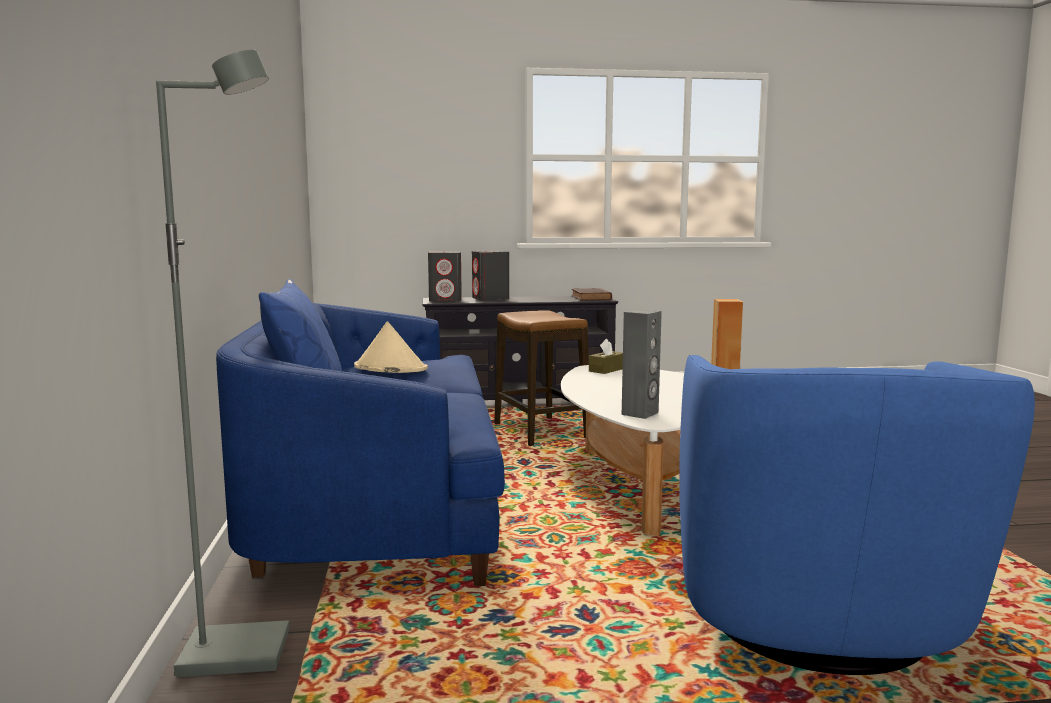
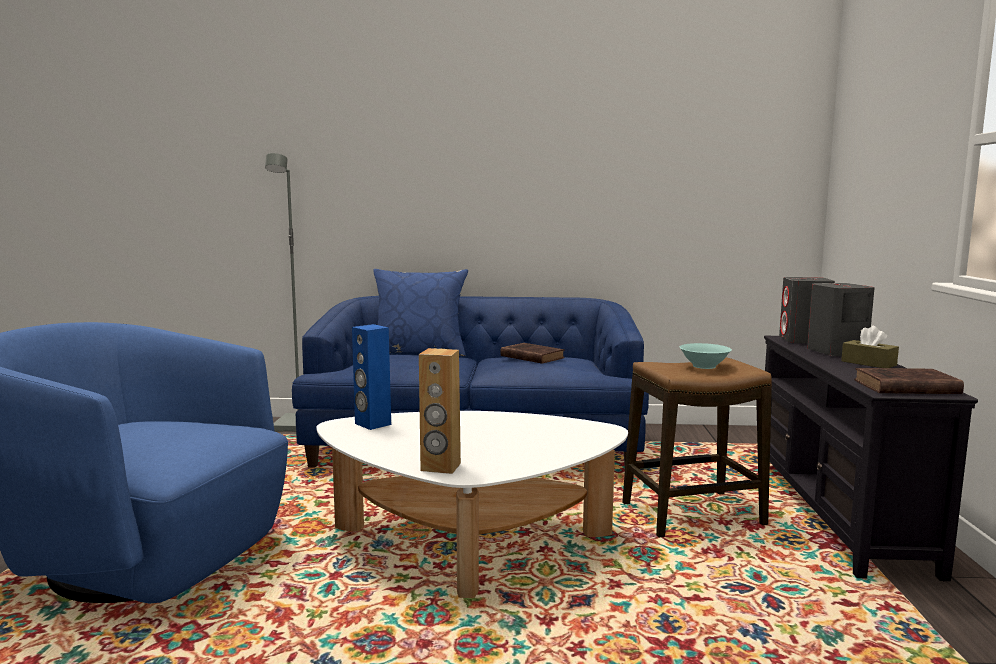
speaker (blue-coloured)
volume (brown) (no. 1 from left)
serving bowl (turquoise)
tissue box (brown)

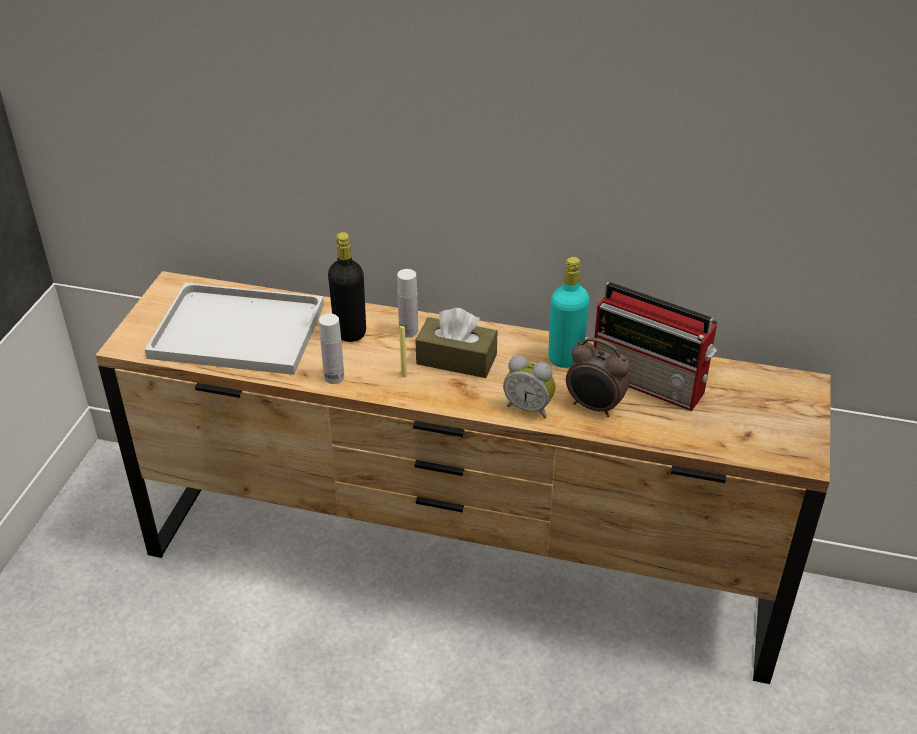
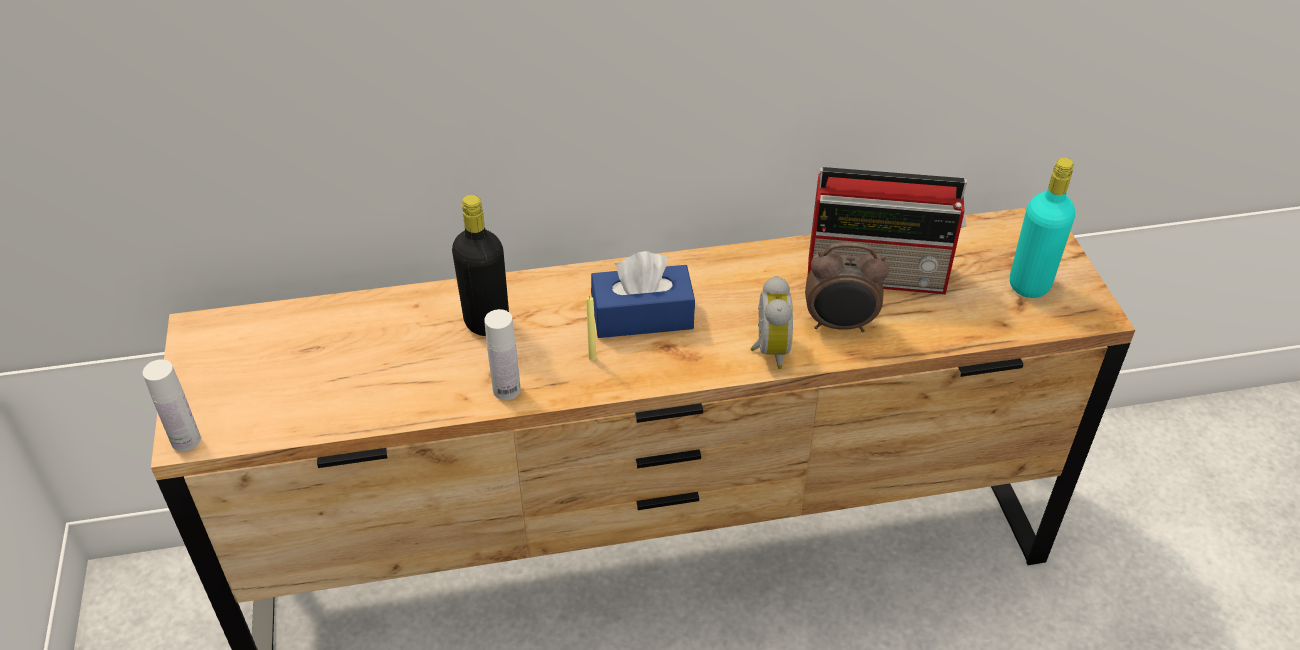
beverage bottle (whitish) (no. 1 from left)
tissue box (blue-coloured)
table clock (no. 1 from left)
beverage bottle (turquoise)
serving tray (whitish)

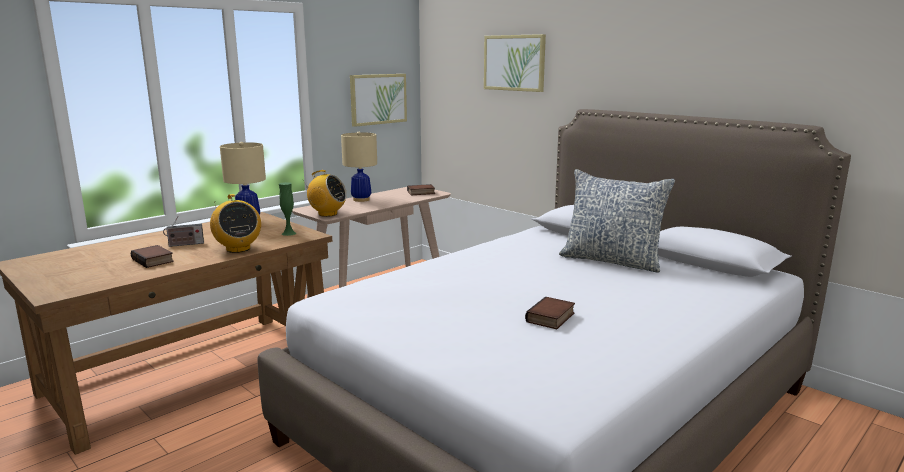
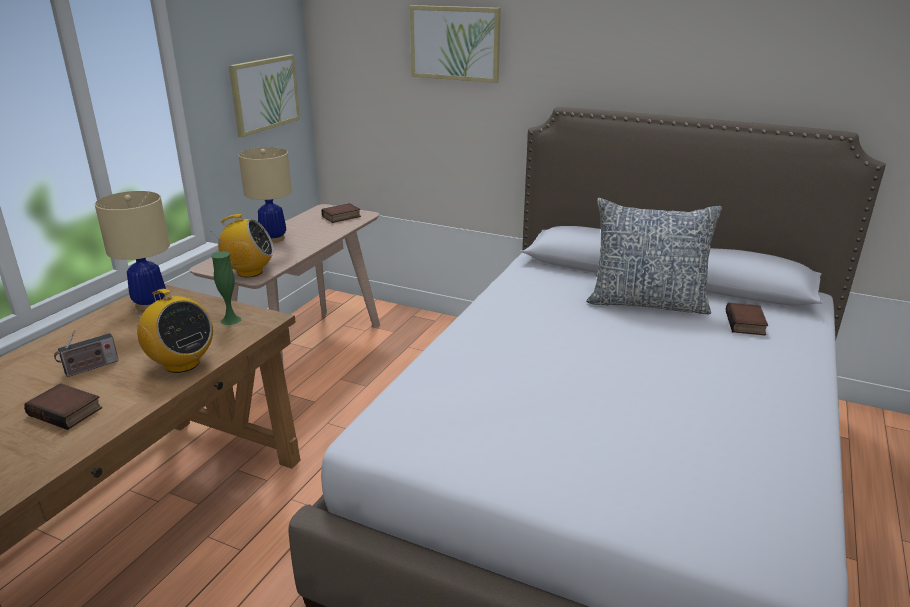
volume (no. 3 from left)

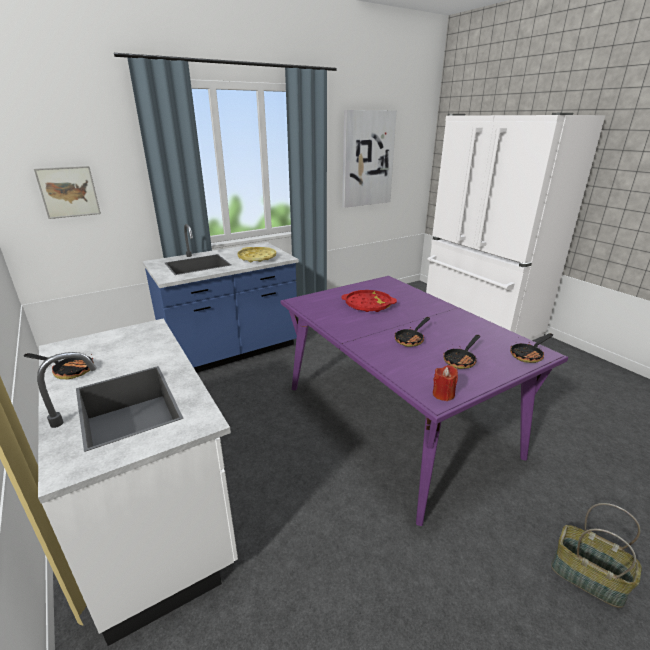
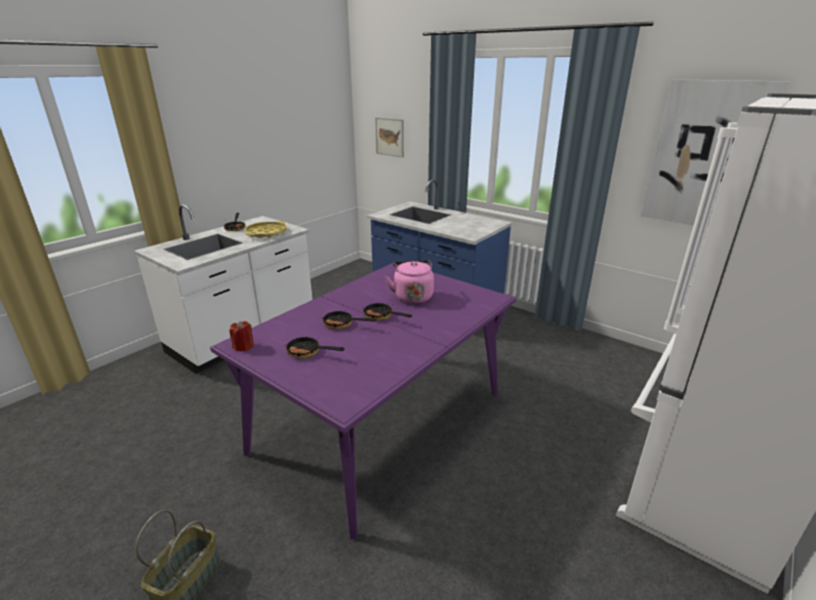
serving tray (yellow)
skillet (no. 4 from left)
kettle (pinkish)

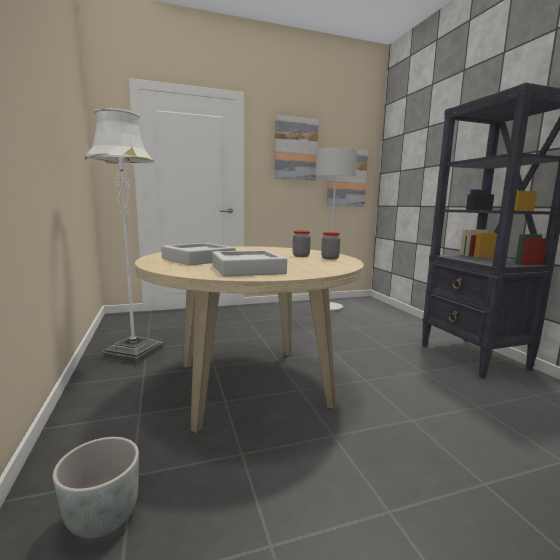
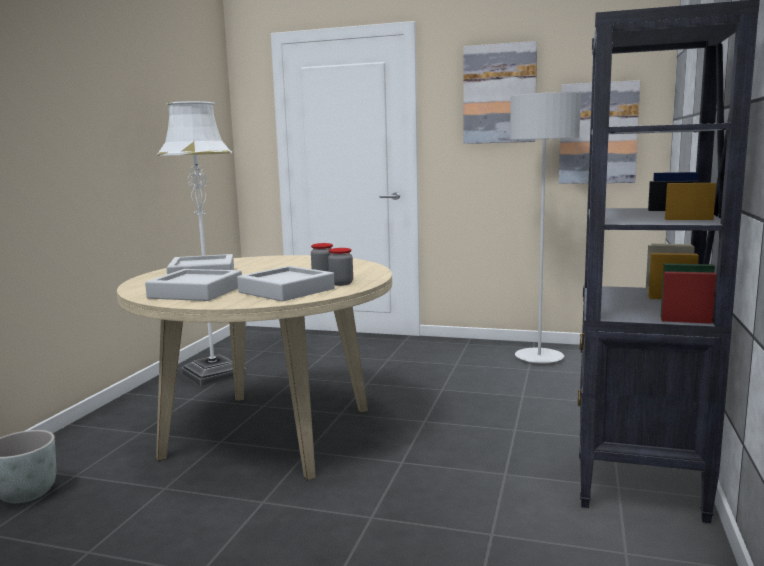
serving tray (grey) (no. 3 from left)

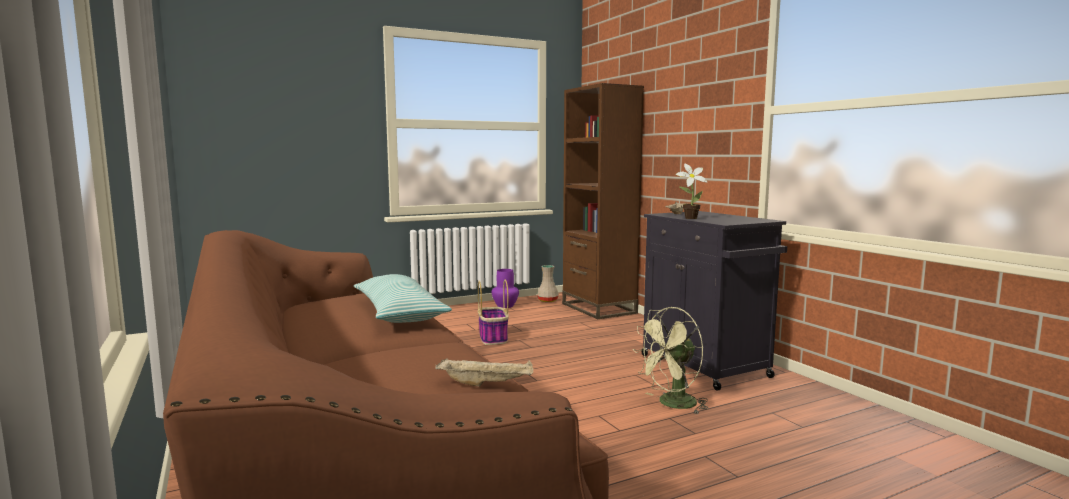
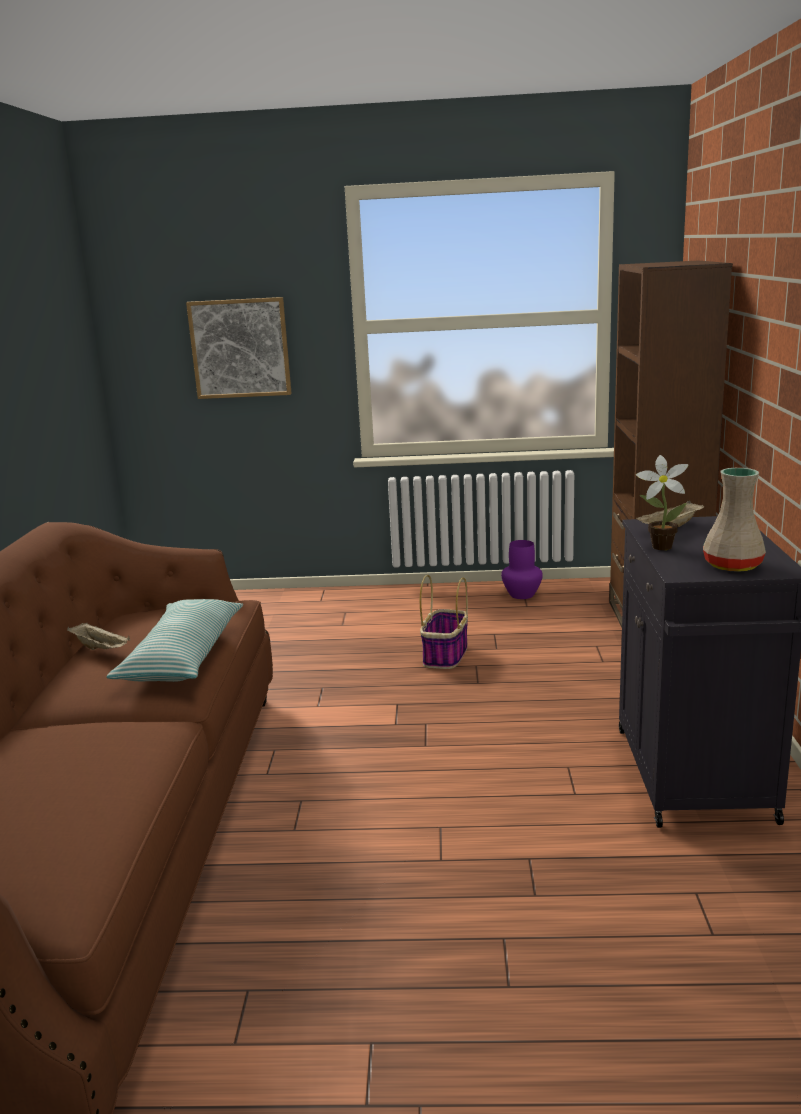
serving tray (sand-coloured) (no. 1 from left)
picture
flower vase (sand-coloured)
cooling fan (green)

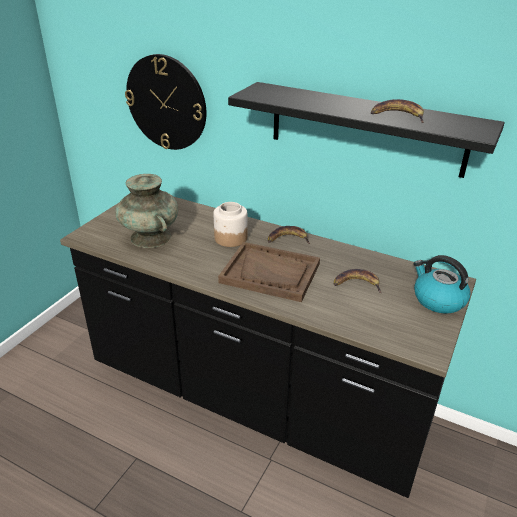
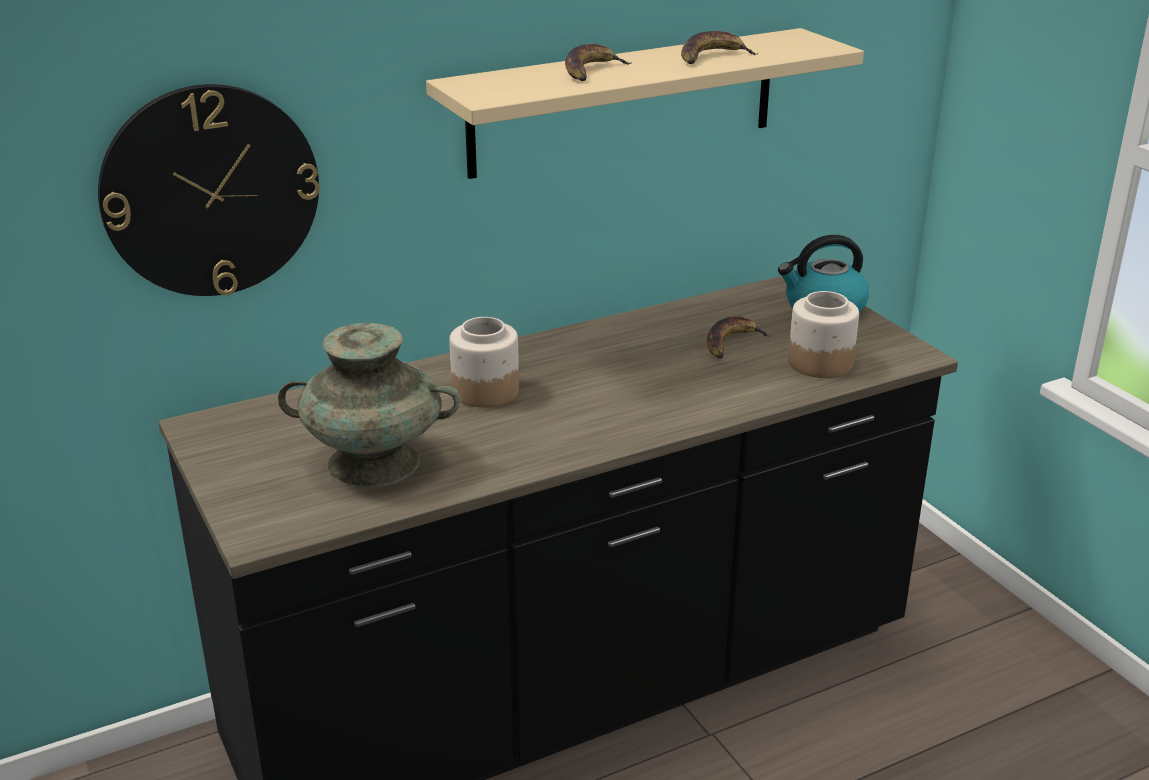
bracket shelf (sand-coloured)
whole banana (no. 1 from left)
storage jar (no. 2 from left)
serving tray (brown)

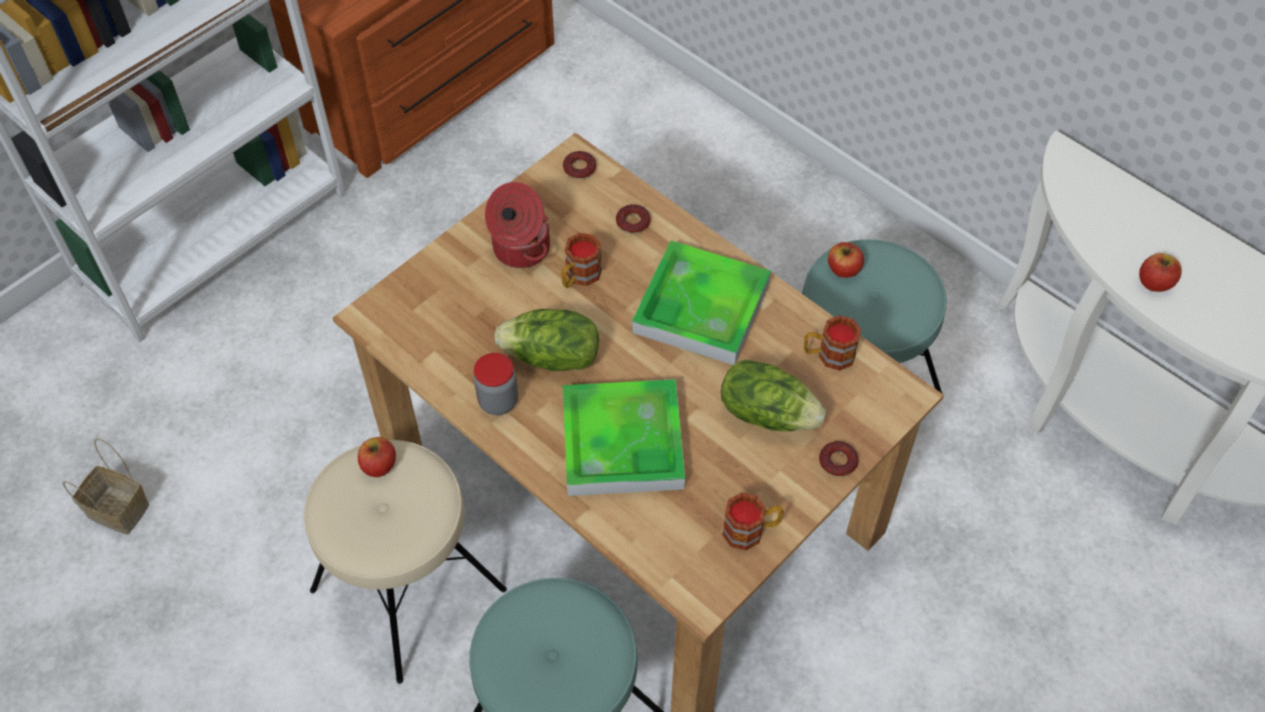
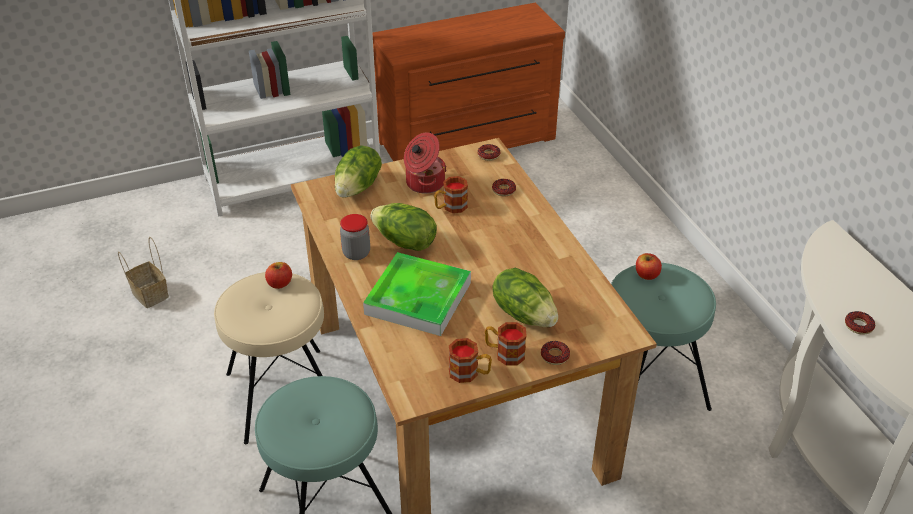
head of lettuce (no. 1 from left)
coffee mug (no. 3 from left)
ring doughnut (no. 4 from left)
serving tray (no. 2 from left in the first image)

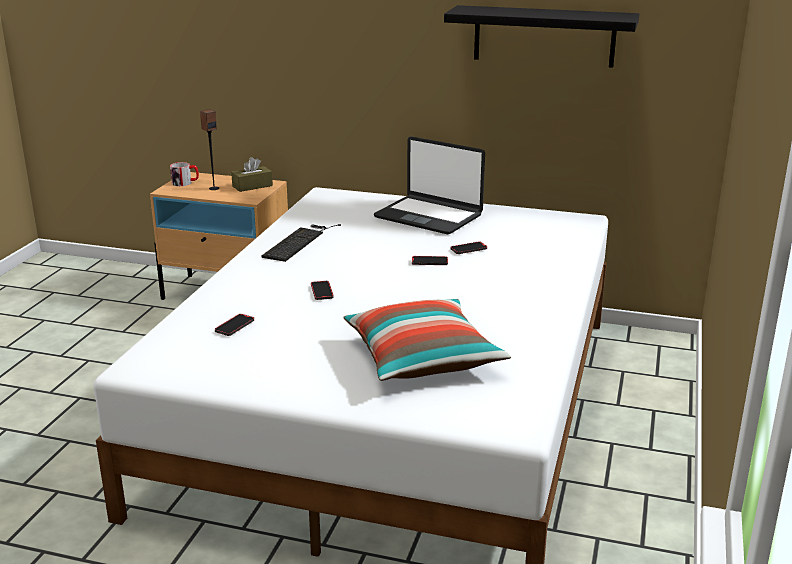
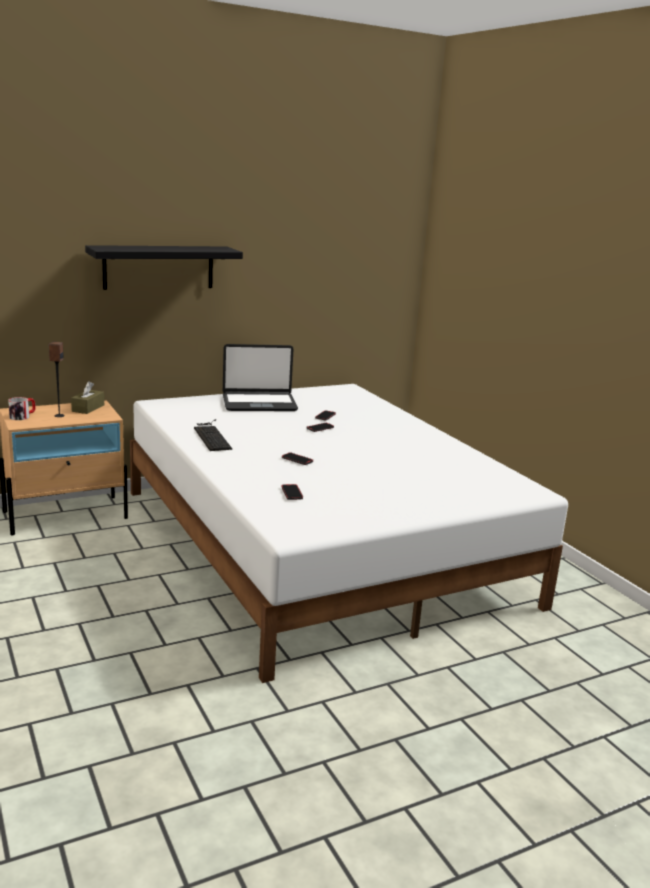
bracket shelf (blackish)
throw pillow

